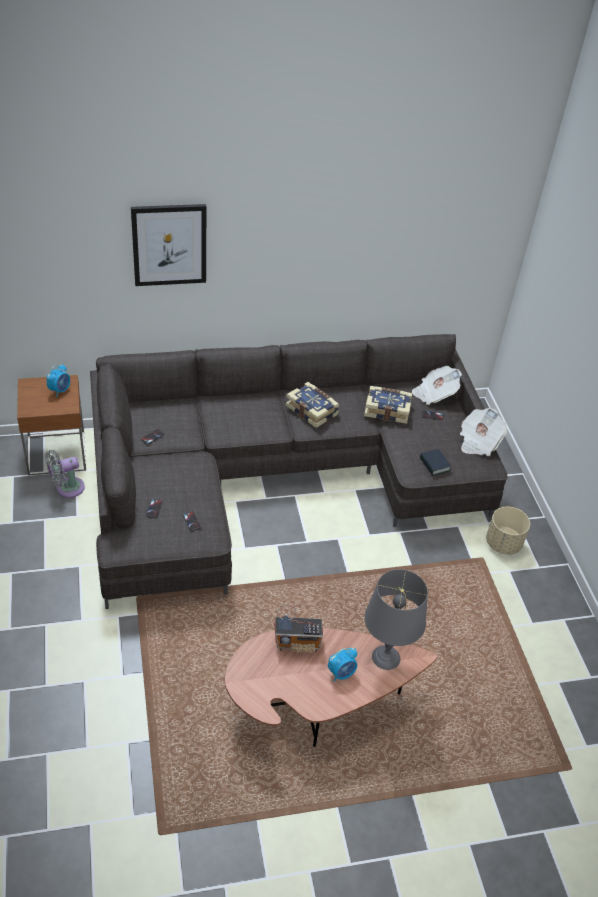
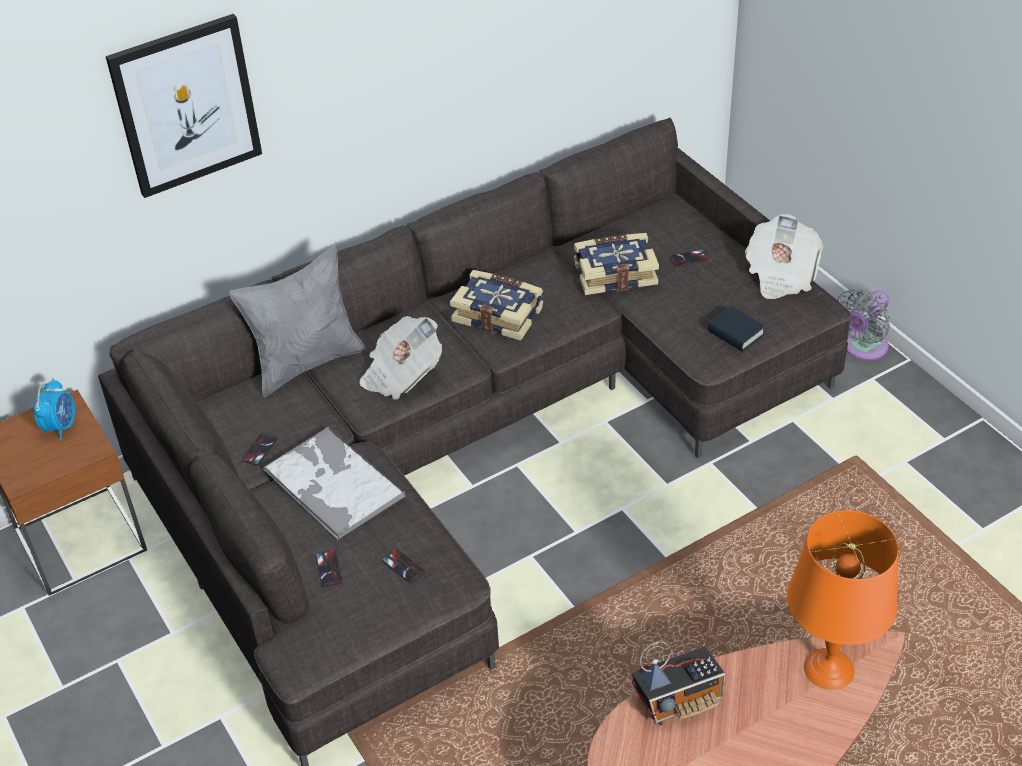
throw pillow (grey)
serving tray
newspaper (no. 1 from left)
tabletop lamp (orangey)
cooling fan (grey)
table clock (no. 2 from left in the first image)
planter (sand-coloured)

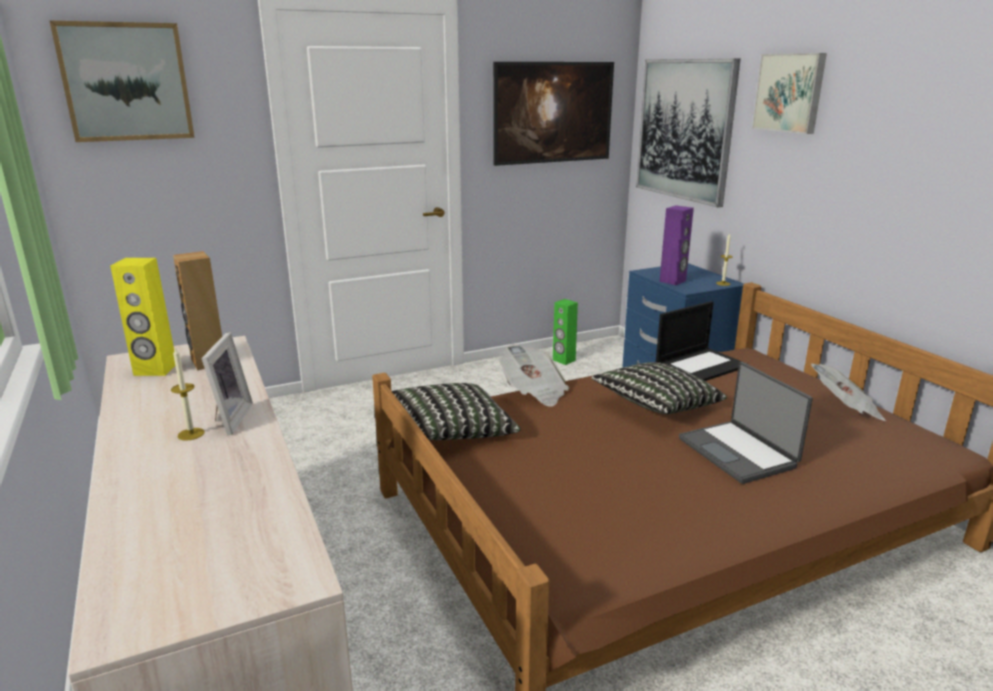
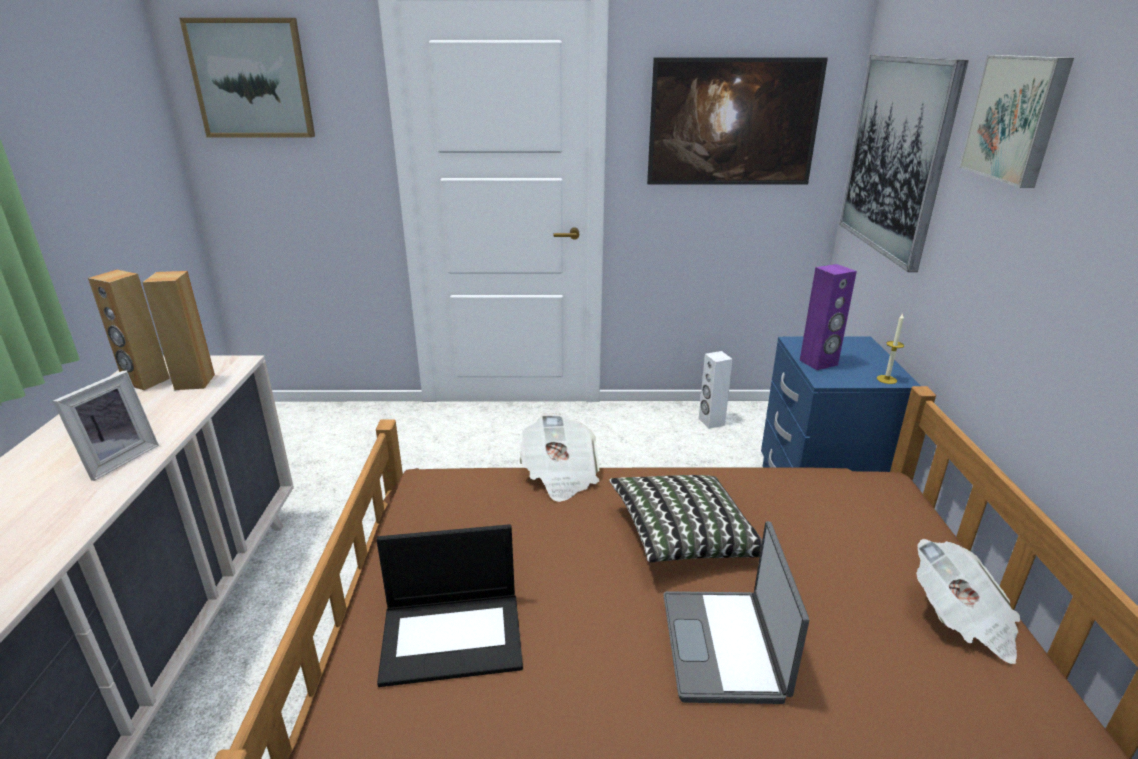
speaker (brown) (no. 1 from left)
notebook computer (no. 1 from left)
speaker (whitish)
wax candle (no. 1 from left in the first image)
throw pillow (no. 1 from left in the first image)

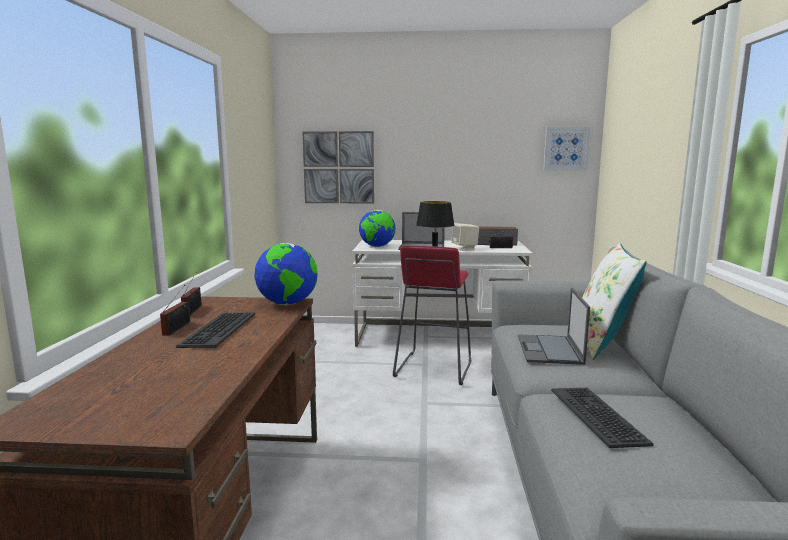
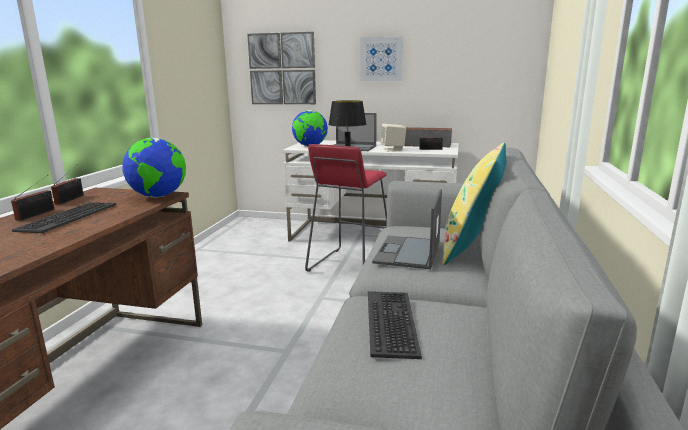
picture (no. 2 from left)
throw pillow (yellow)

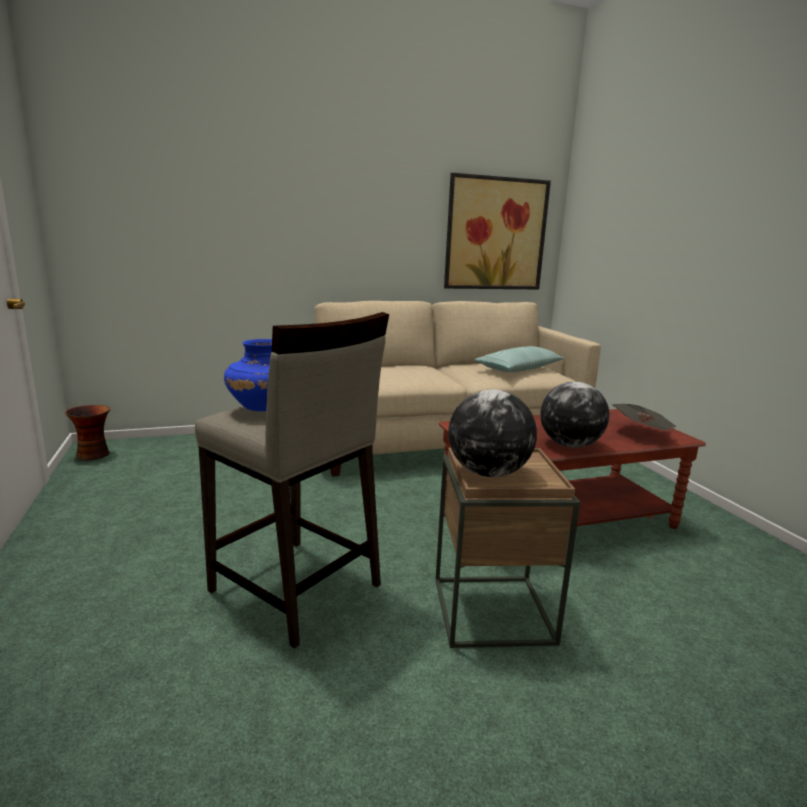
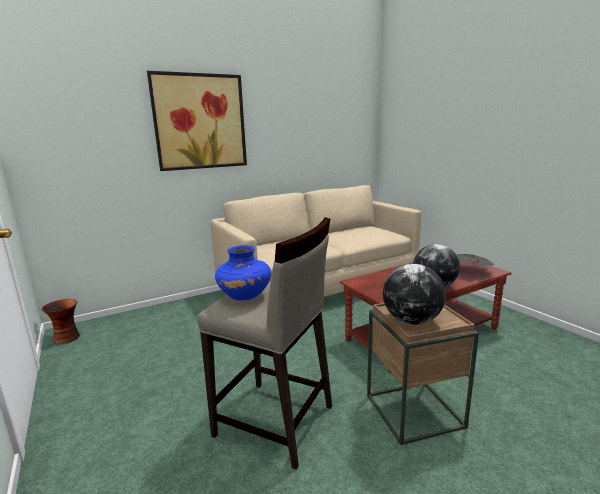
picture
throw pillow

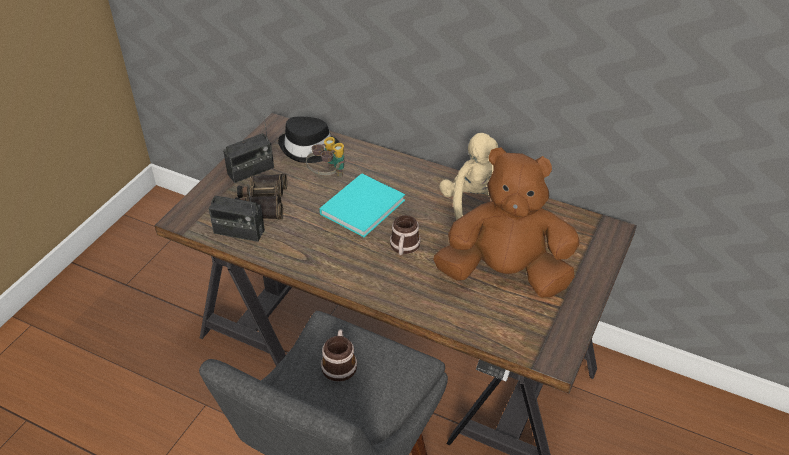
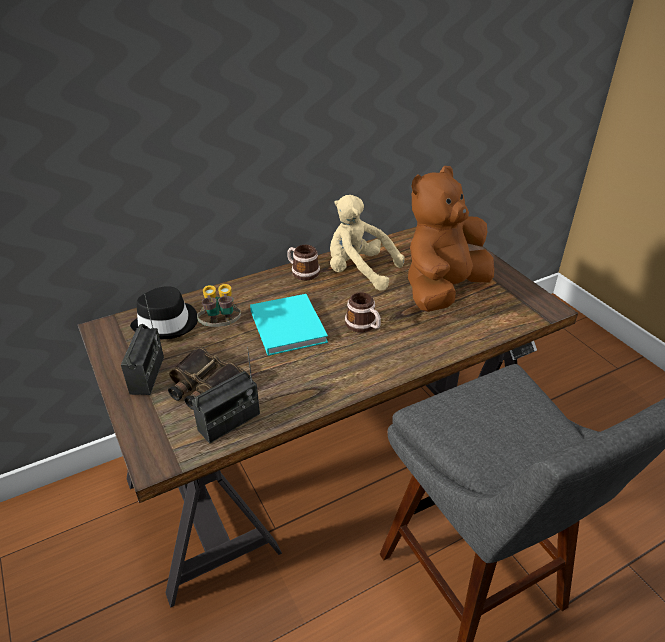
coffee mug (no. 1 from left)

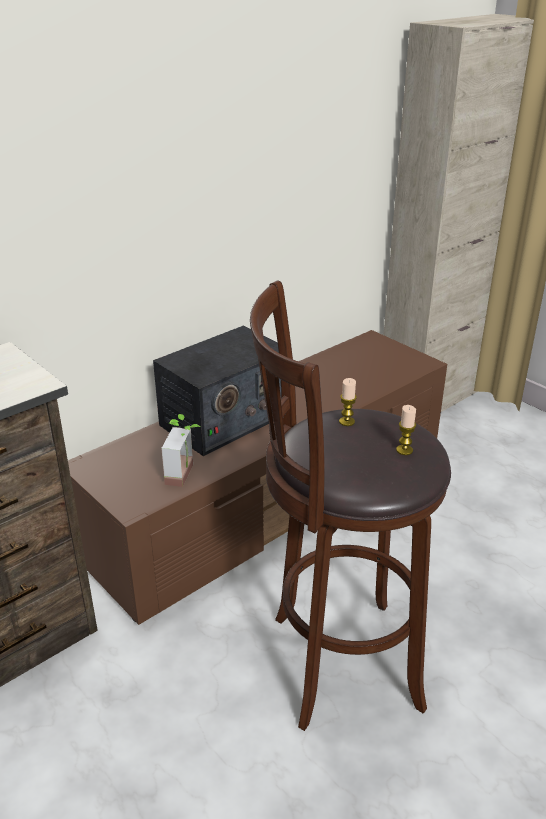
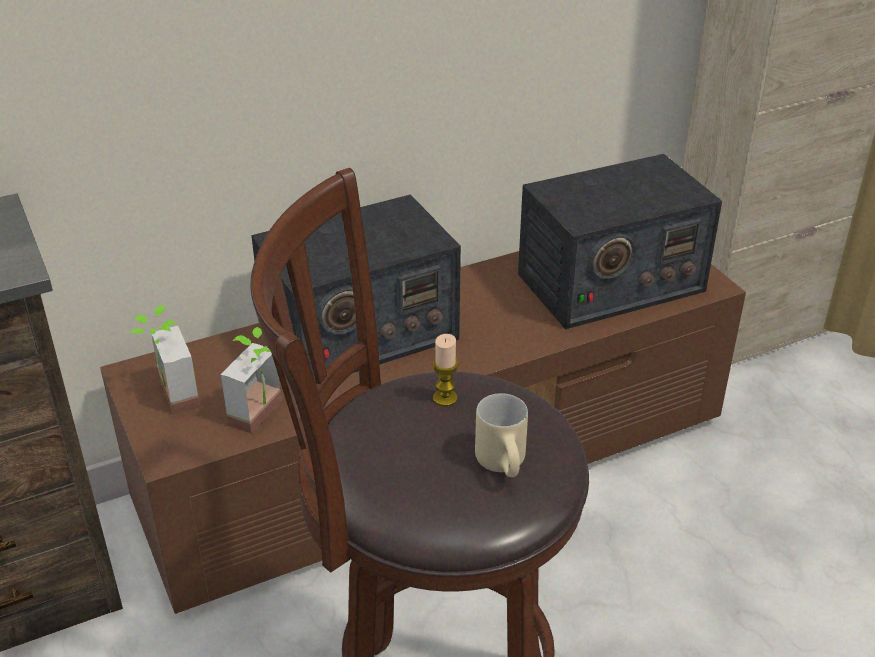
plant in a pot (no. 1 from left)
coffee mug (sand-coloured)
radio (no. 2 from left)

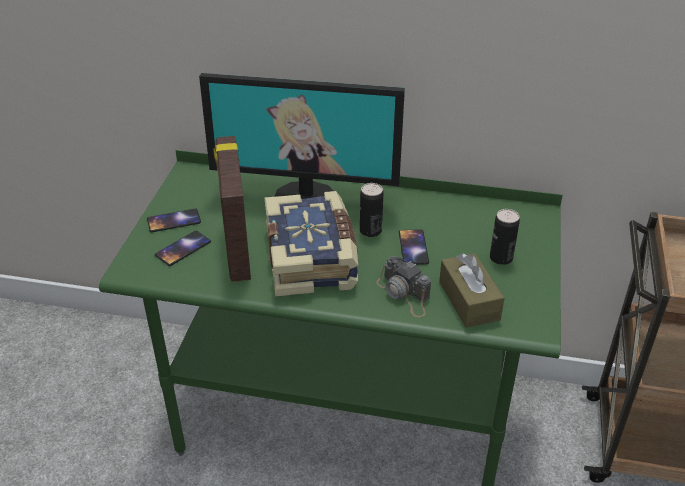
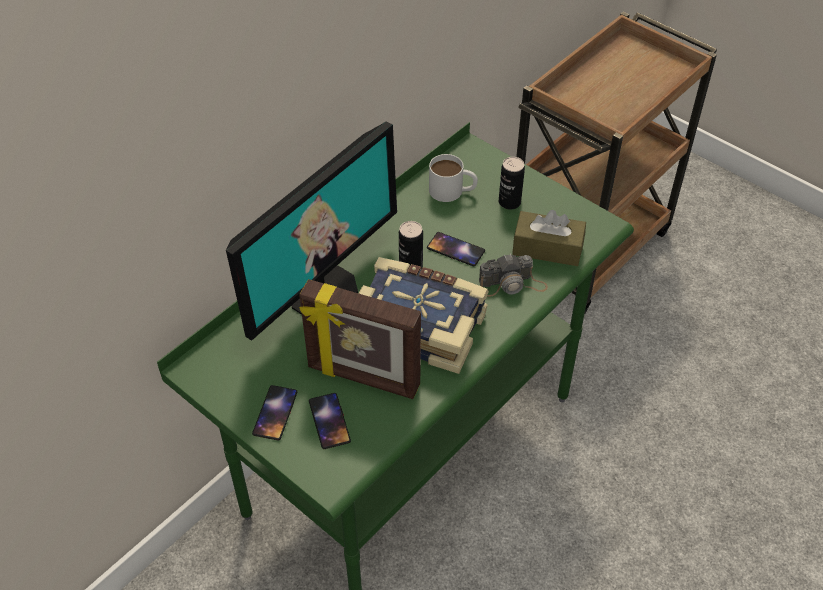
coffee mug (whitish)

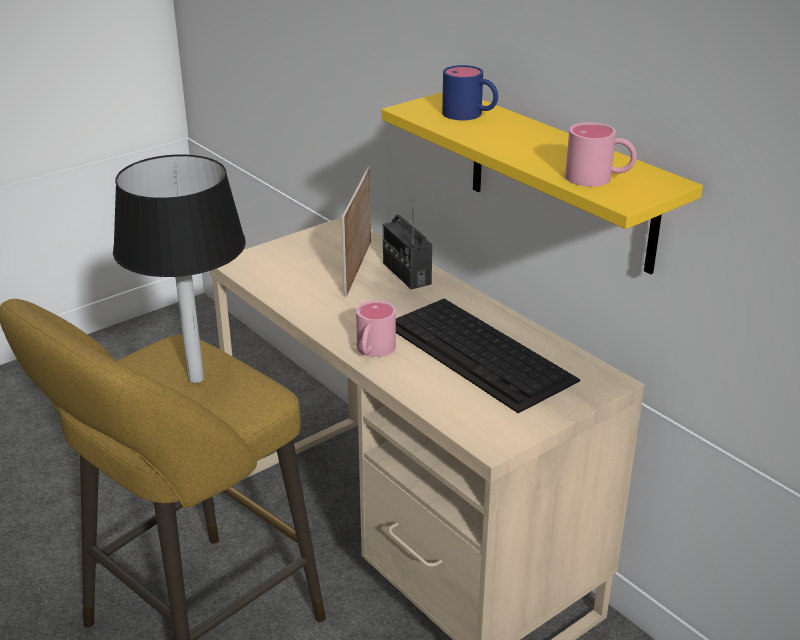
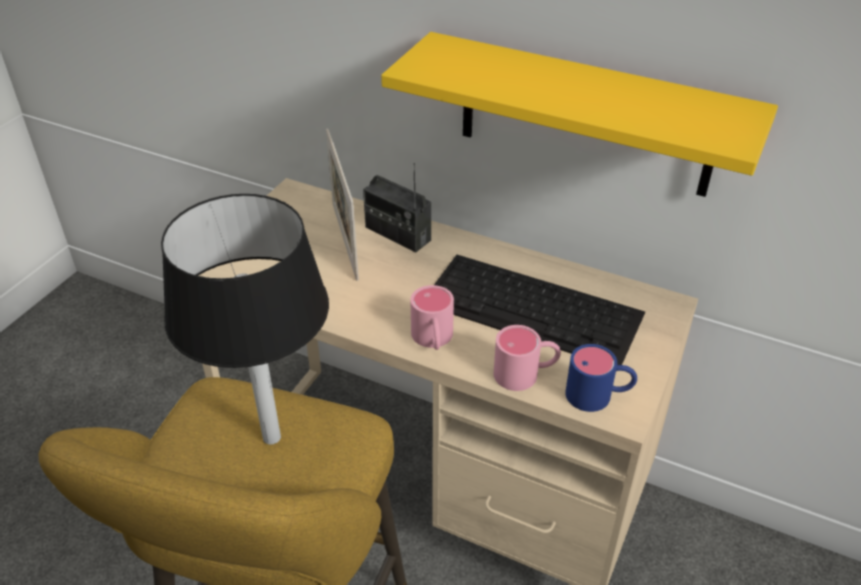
coffee mug (pinkish) (no. 2 from left)
coffee mug (blue-coloured)

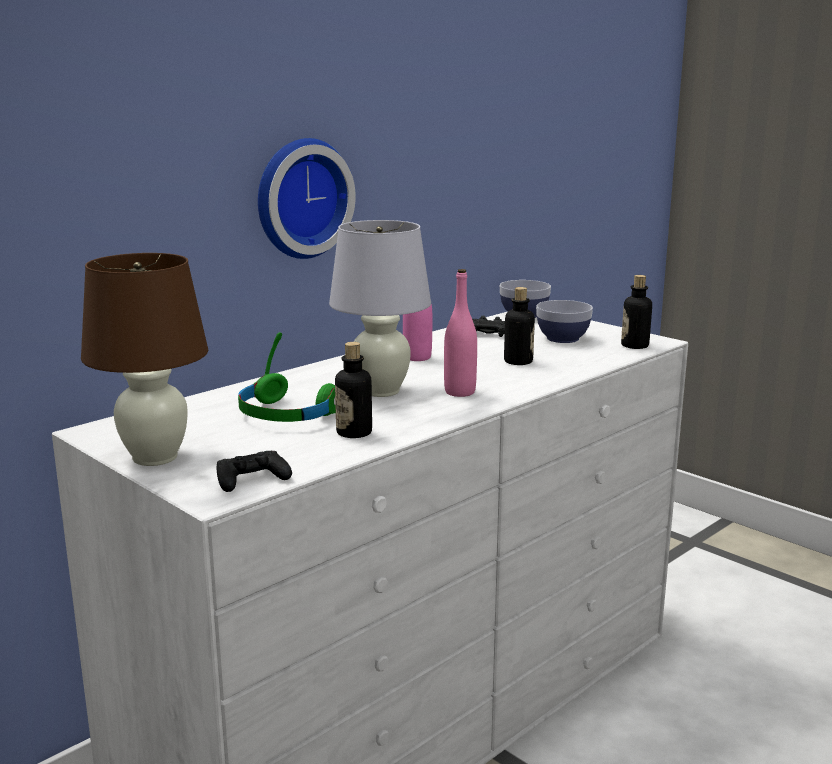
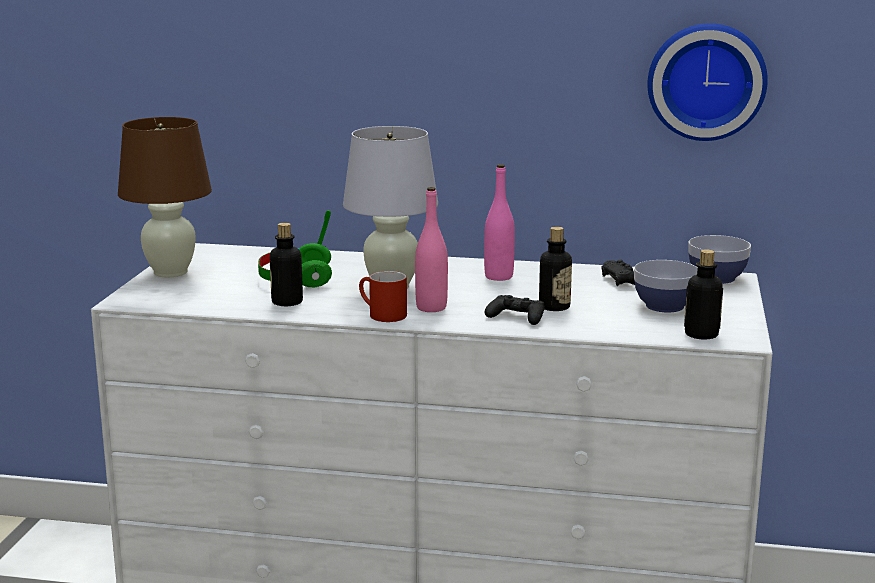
coffee mug (reddish)
joypad (blackish) (no. 1 from left)
hanging clock

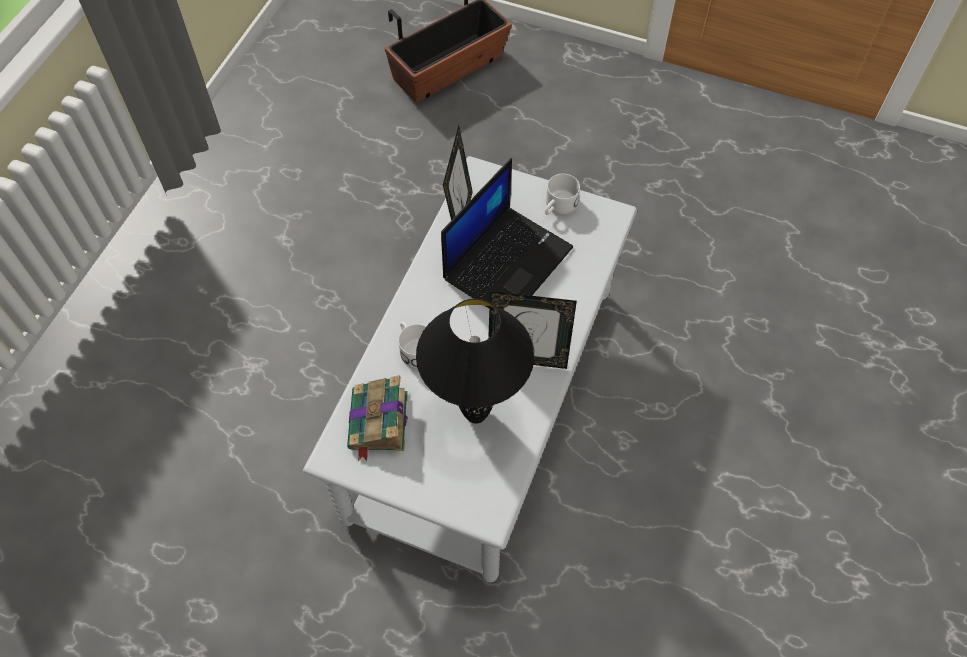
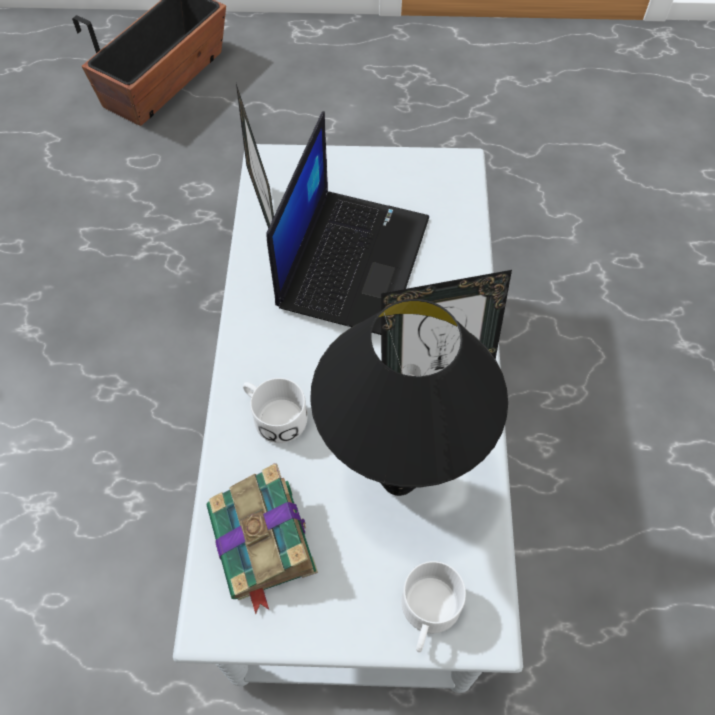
coffee mug (whitish) (no. 2 from left)

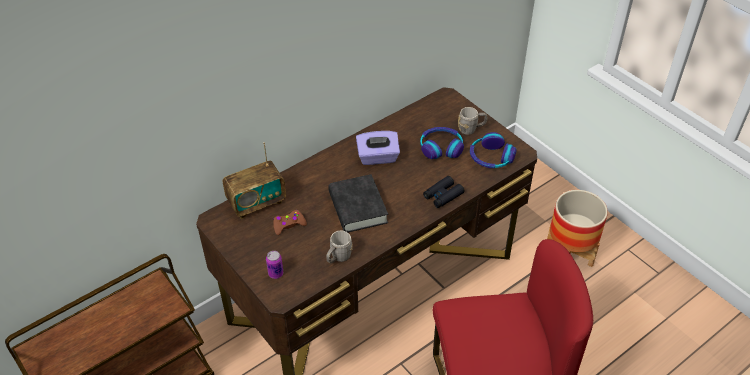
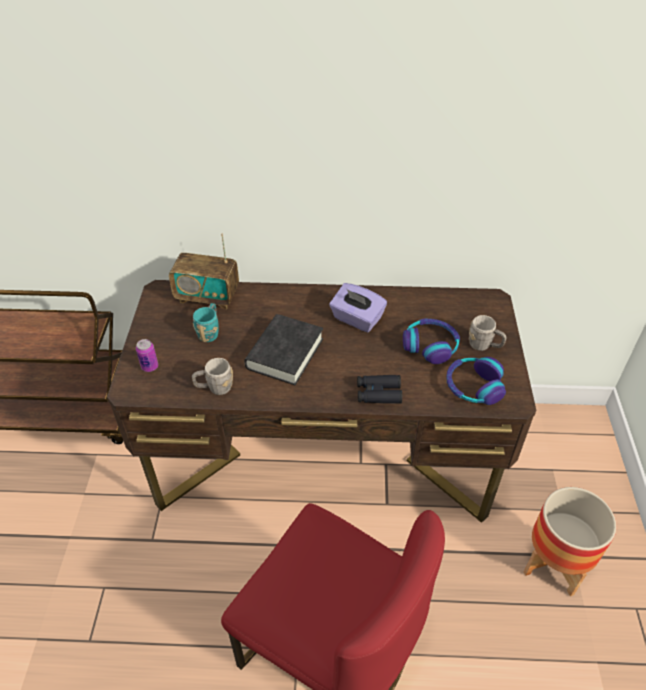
coffee mug (turquoise)

